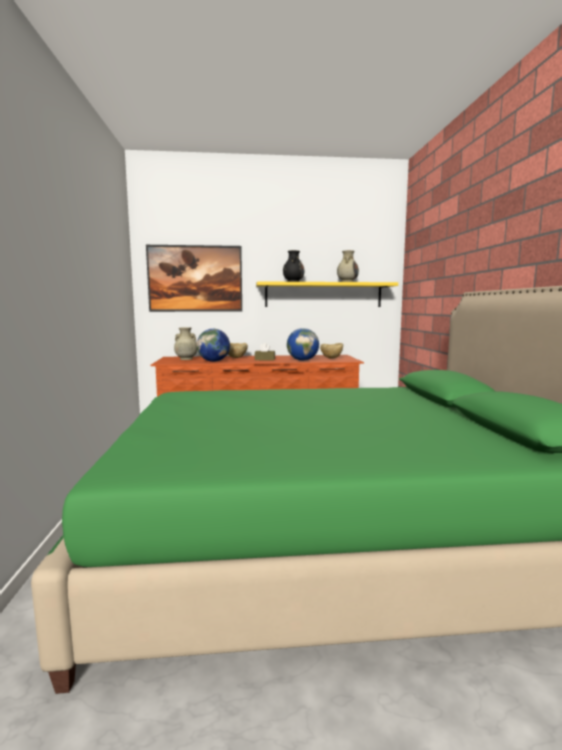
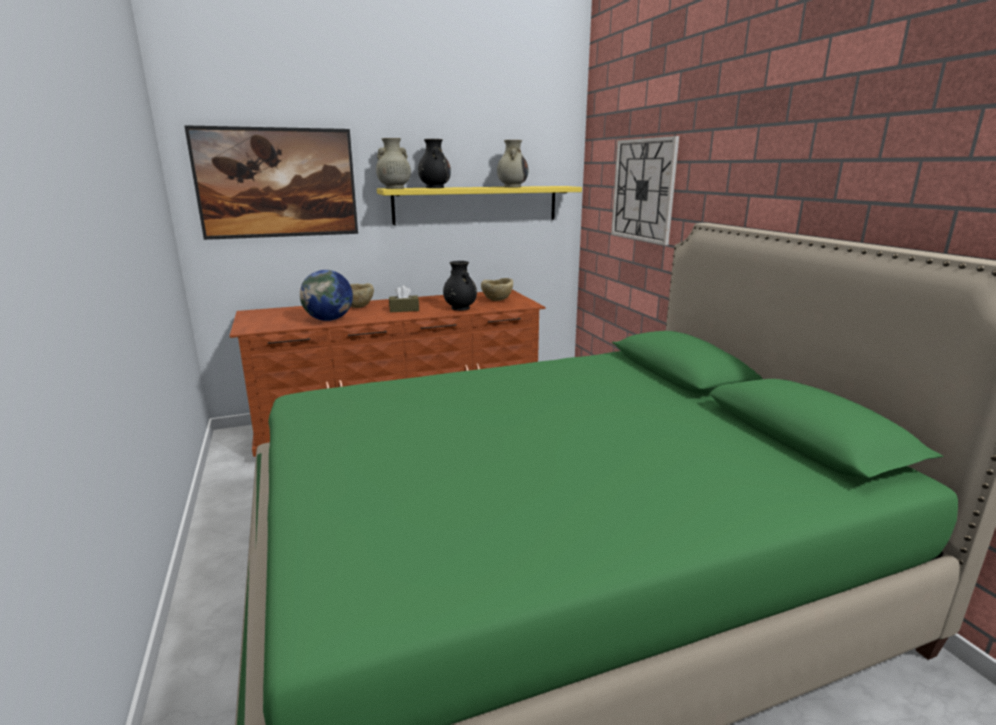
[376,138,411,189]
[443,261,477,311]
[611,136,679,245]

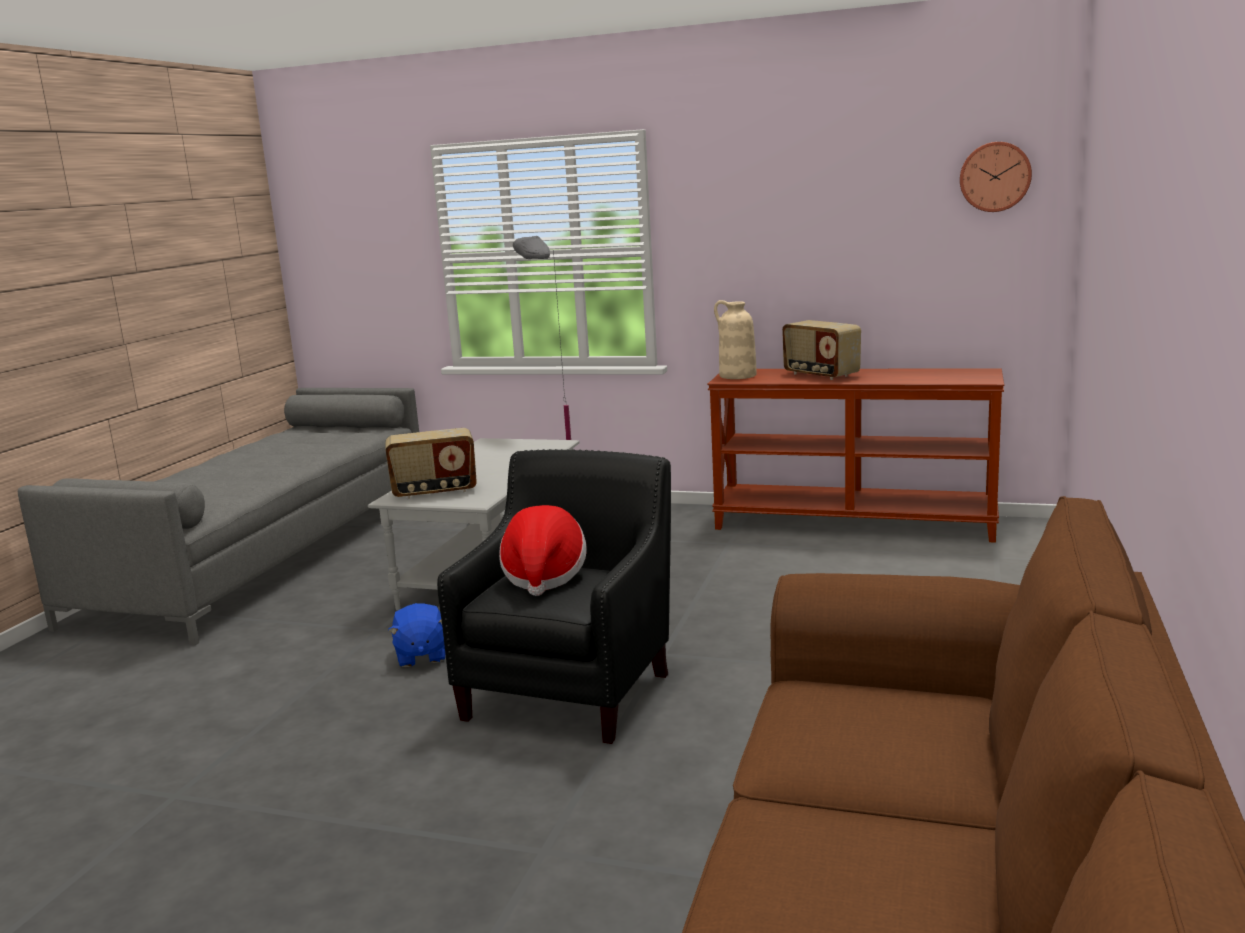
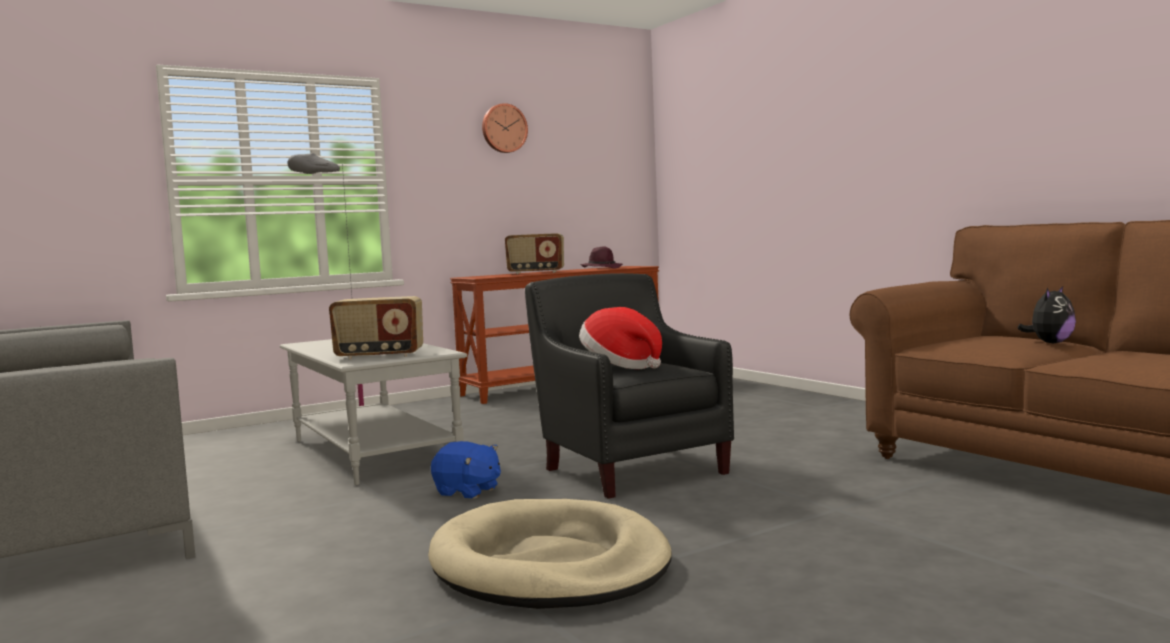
[329,296,423,360]
[714,300,757,379] (first image)
[482,103,528,153]
[428,499,672,609]
[580,246,623,269]
[1017,286,1076,343]

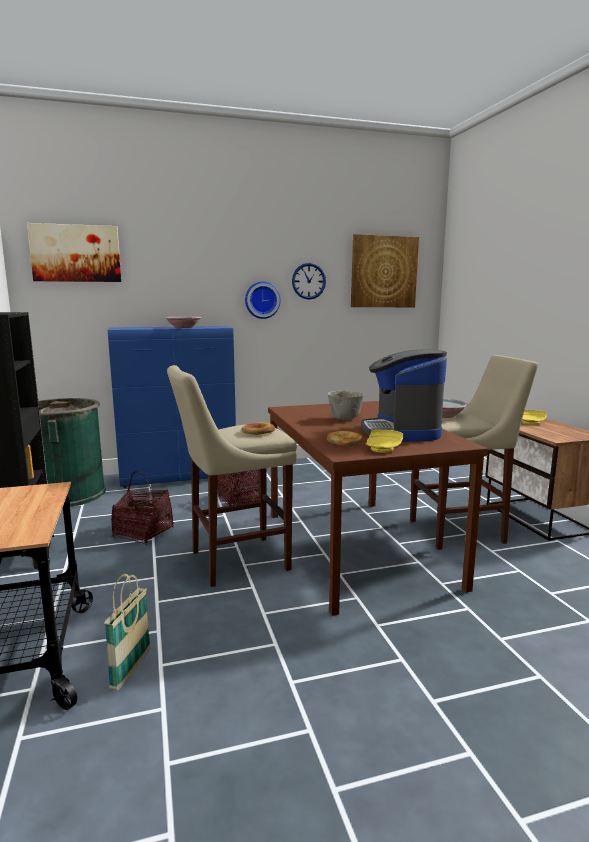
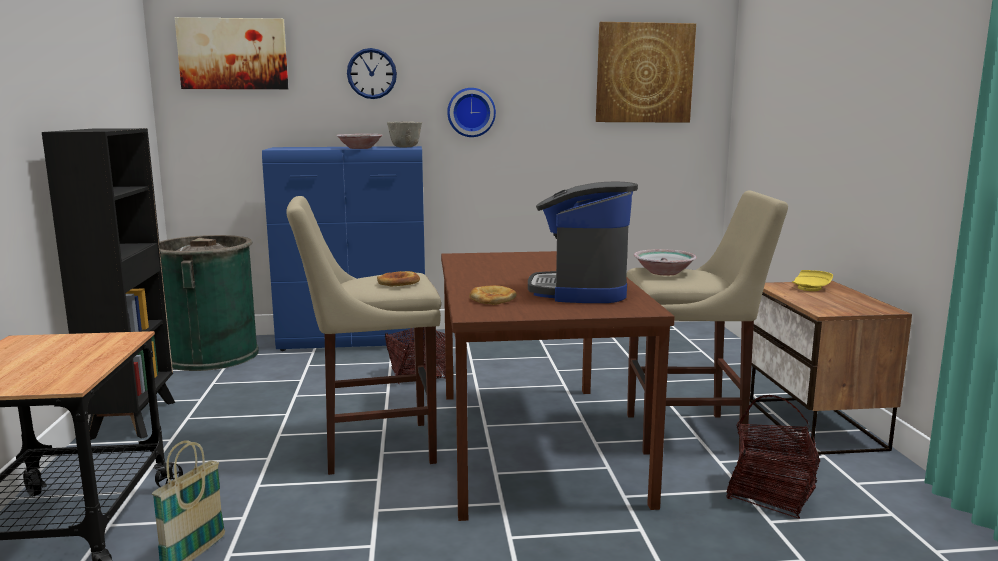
[726,395,820,519]
[347,48,397,99]
[387,121,422,148]
[366,430,403,453] (first image)

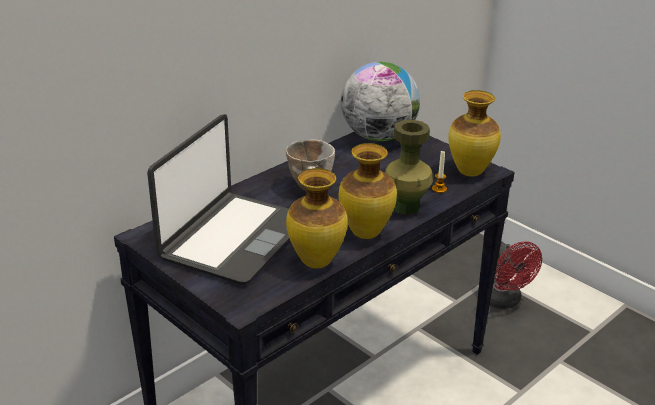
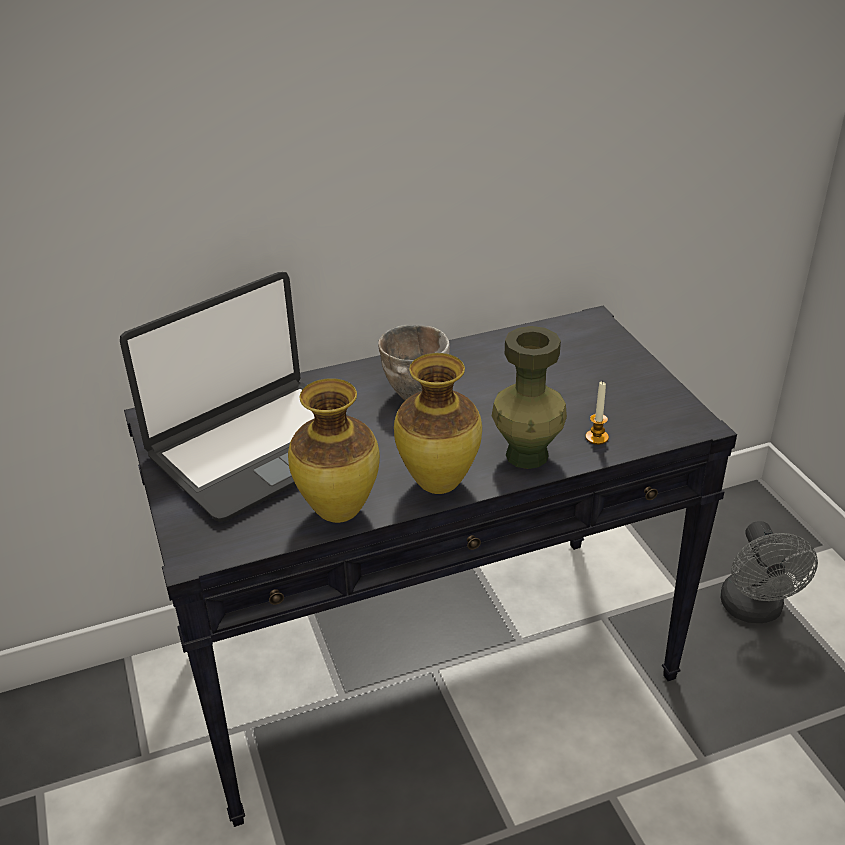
[341,62,420,141] (first image)
[448,90,501,177] (first image)
[720,521,818,623]

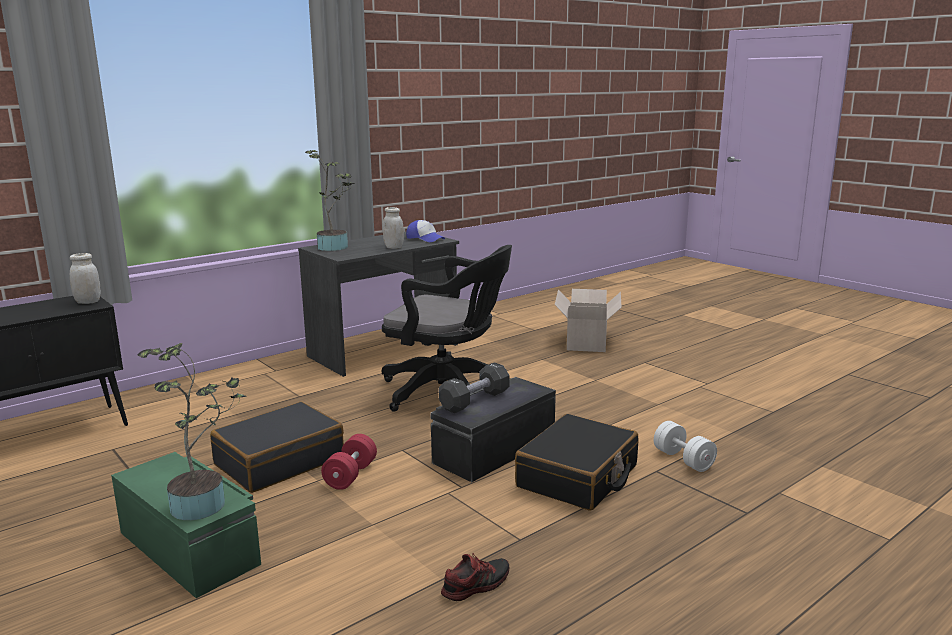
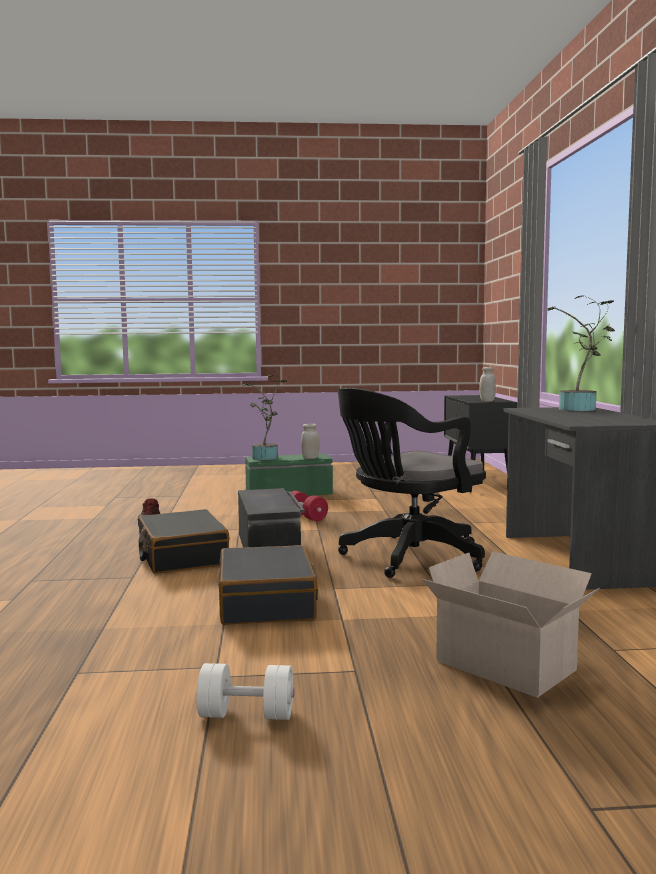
[218,545,318,625]
[301,424,320,459]
[406,220,445,242] (first image)
[439,362,510,413] (first image)
[196,663,294,720]

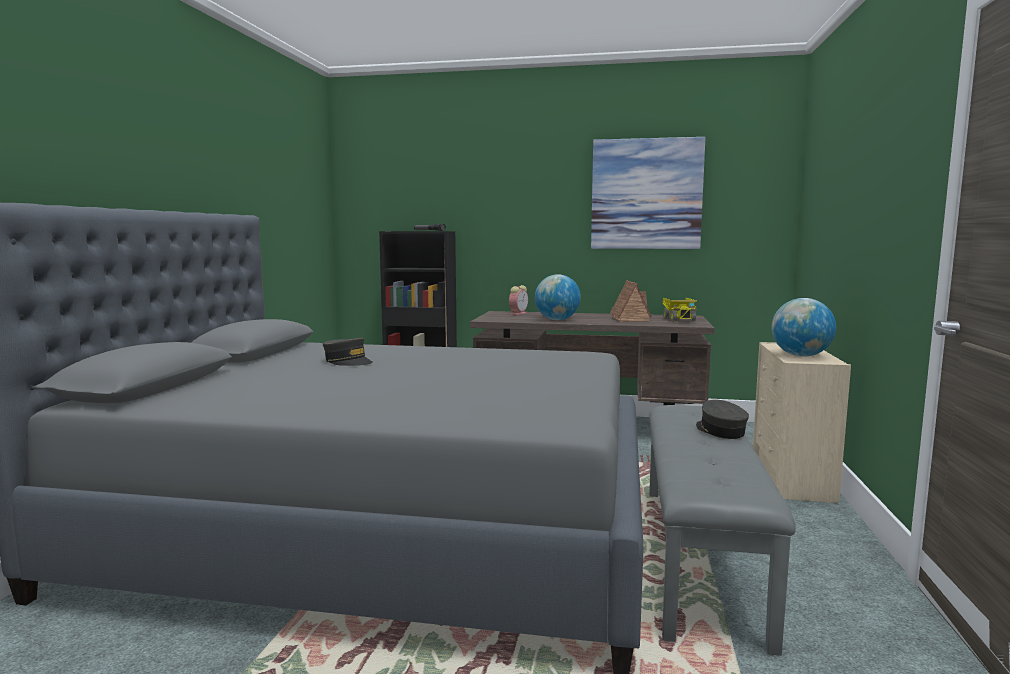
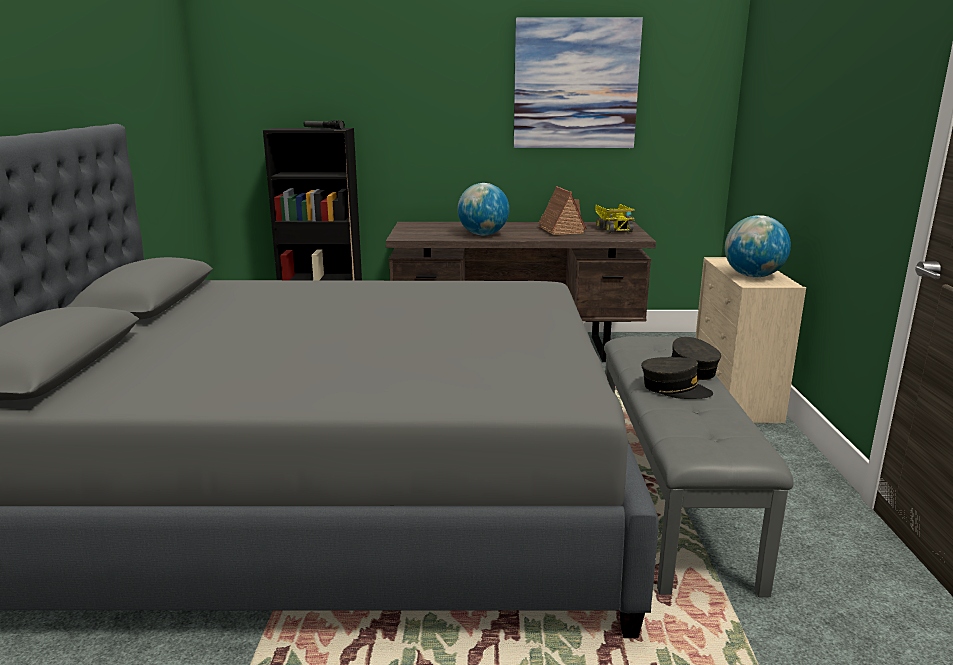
[641,357,713,399]
[509,285,528,315] (first image)

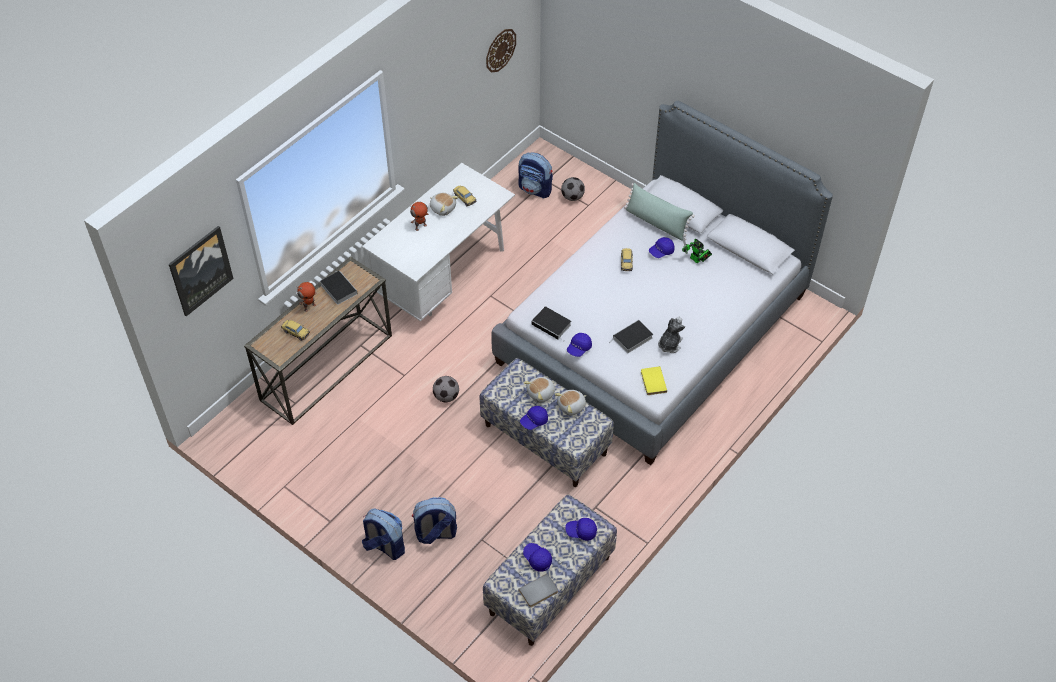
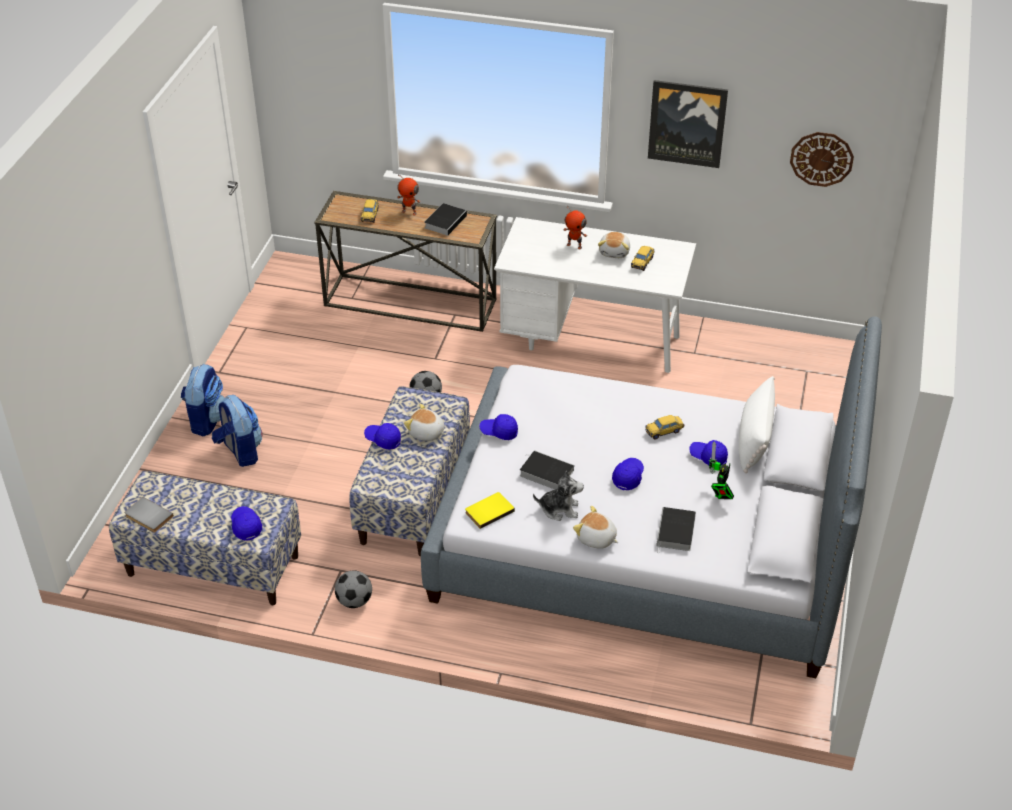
[648,80,728,168]
[518,152,553,198] (first image)
[612,458,644,490]
[656,507,696,553]
[573,506,619,549]
[335,570,372,608]
[739,376,775,473]

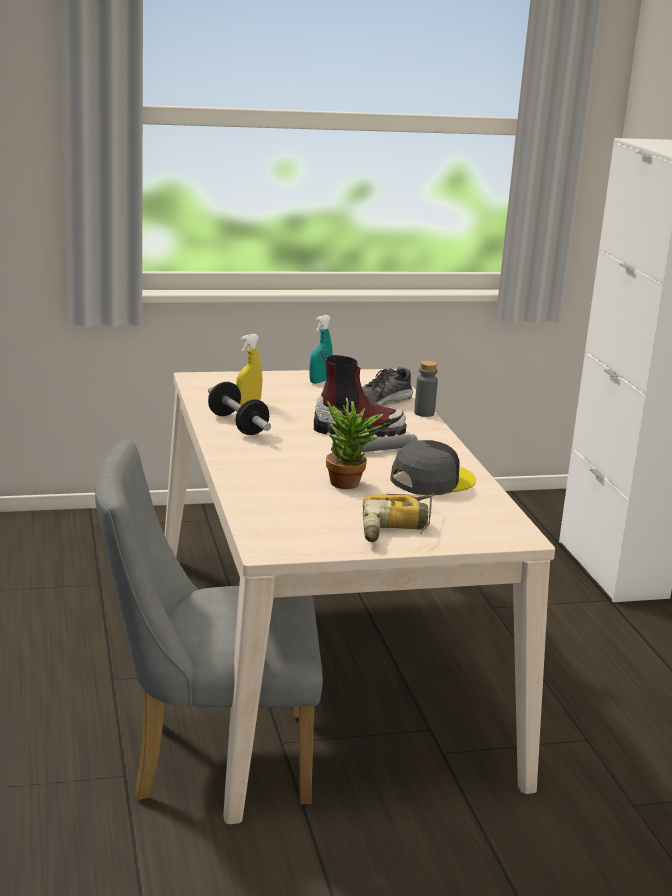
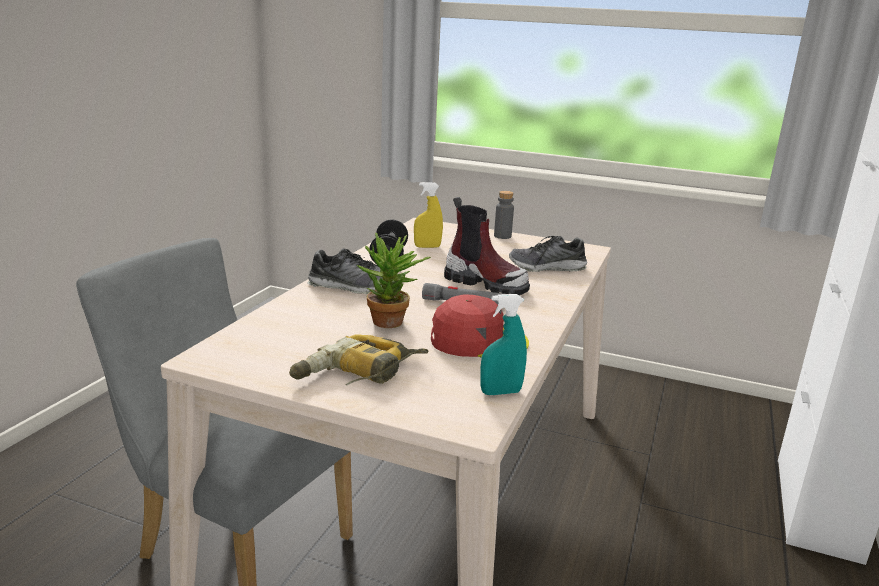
[480,294,527,395]
[431,295,529,358]
[494,191,514,239]
[308,248,383,294]

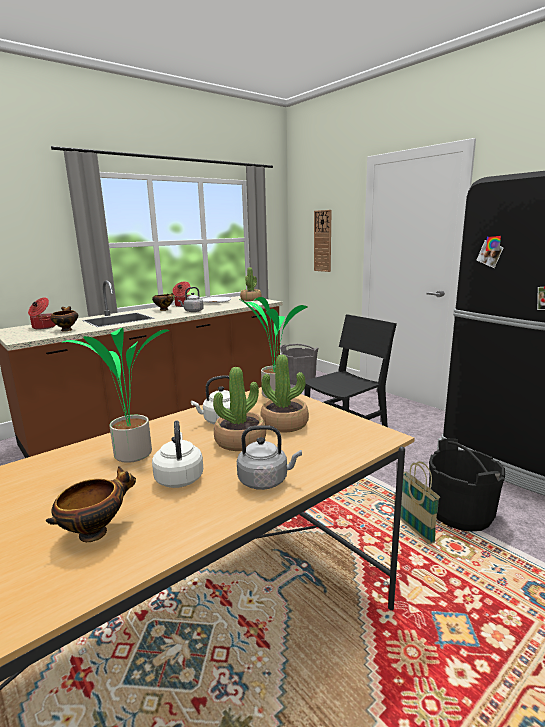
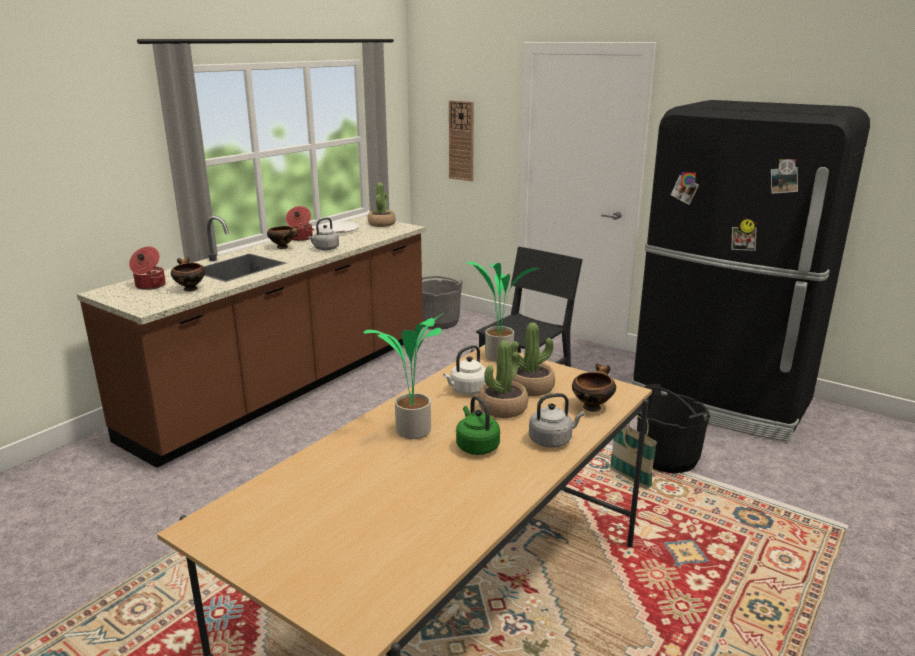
[572,363,616,412]
[456,396,500,455]

